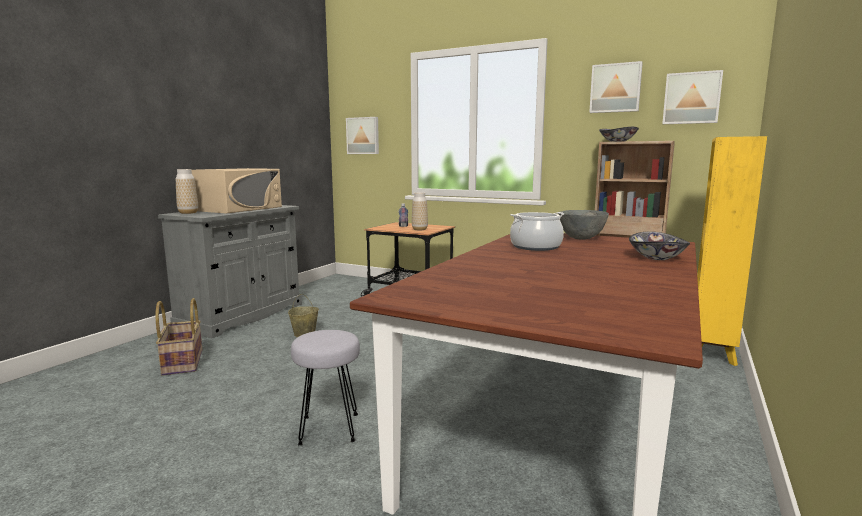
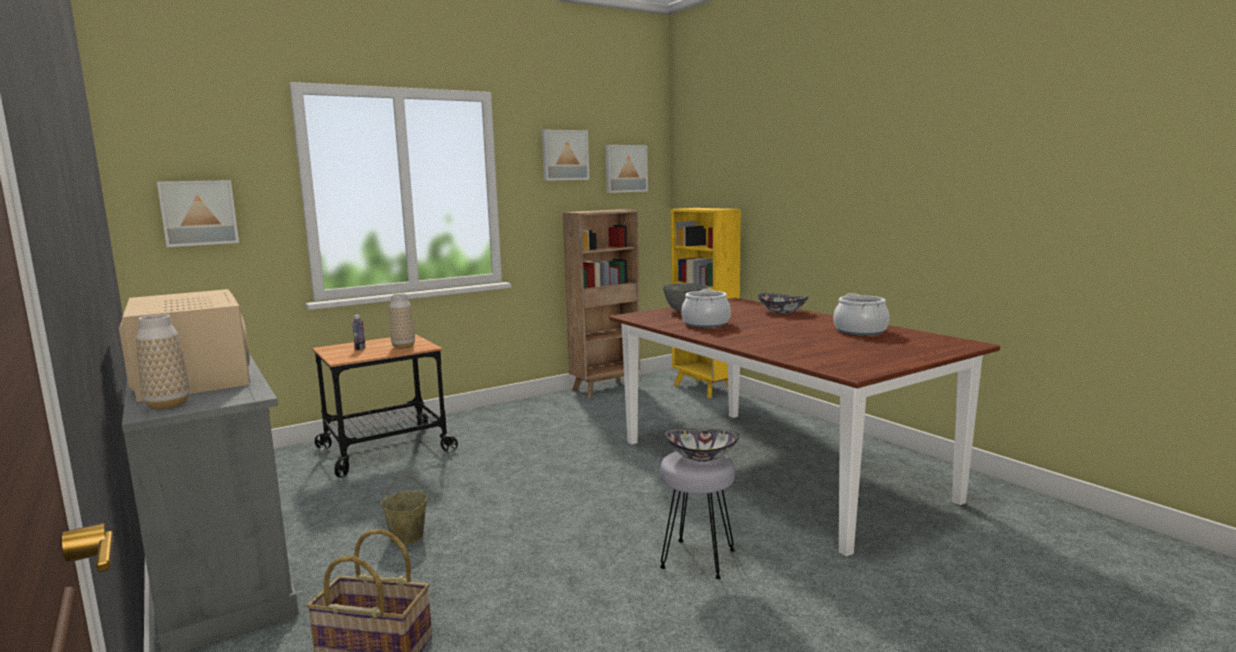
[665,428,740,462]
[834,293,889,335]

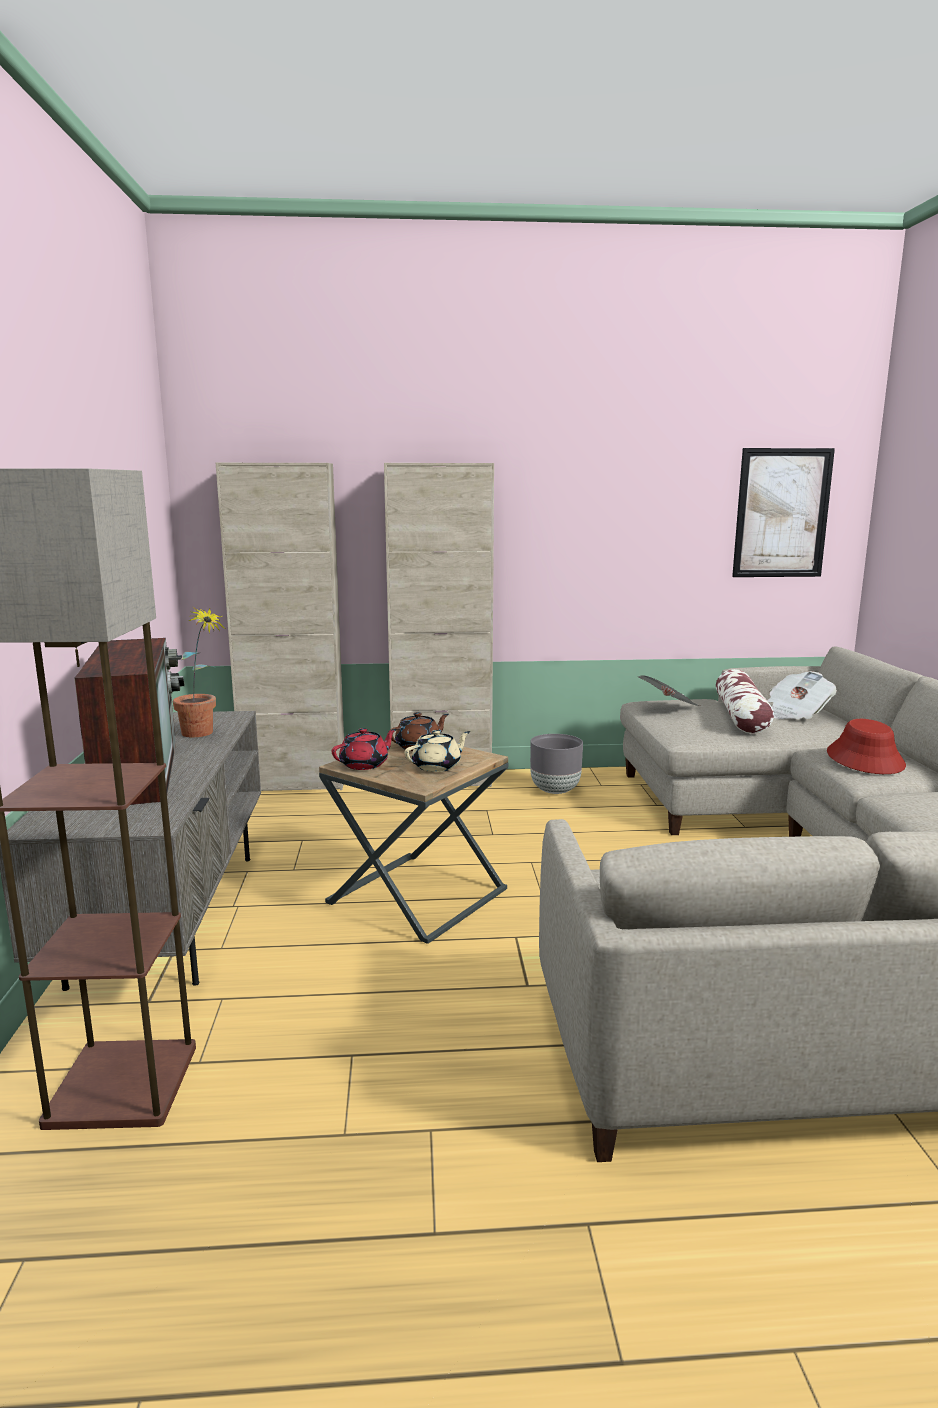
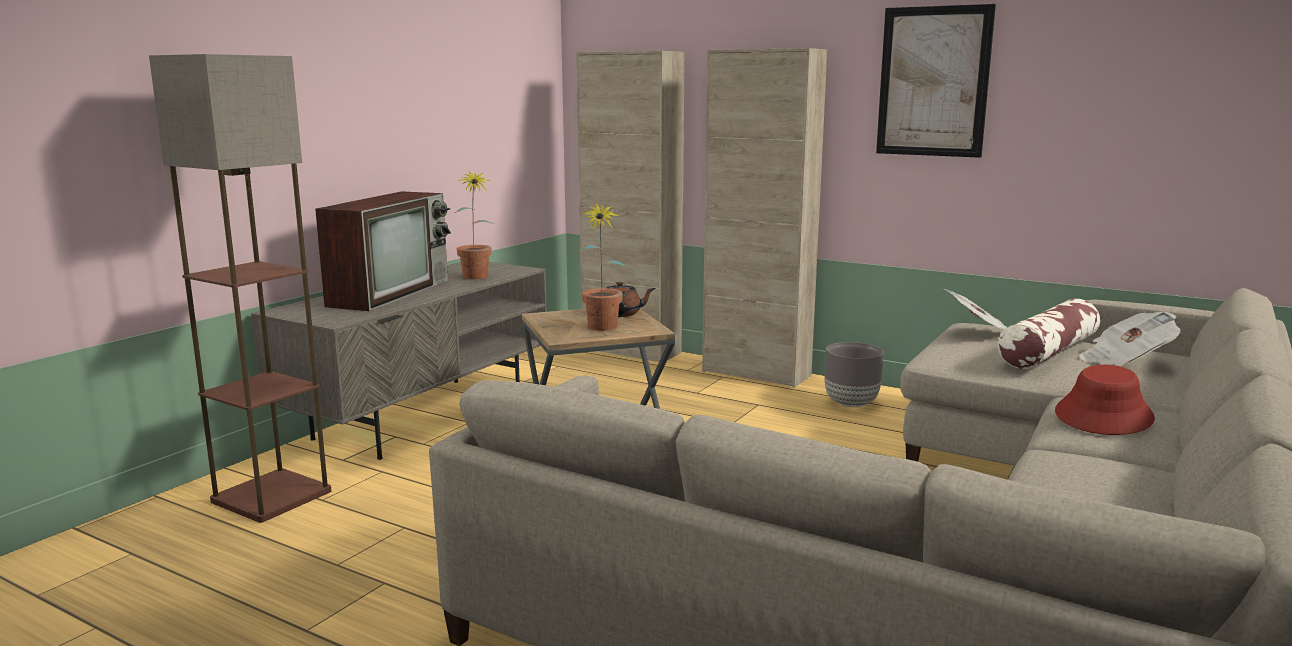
[332,728,397,770] (first image)
[577,202,627,331]
[876,4,996,158]

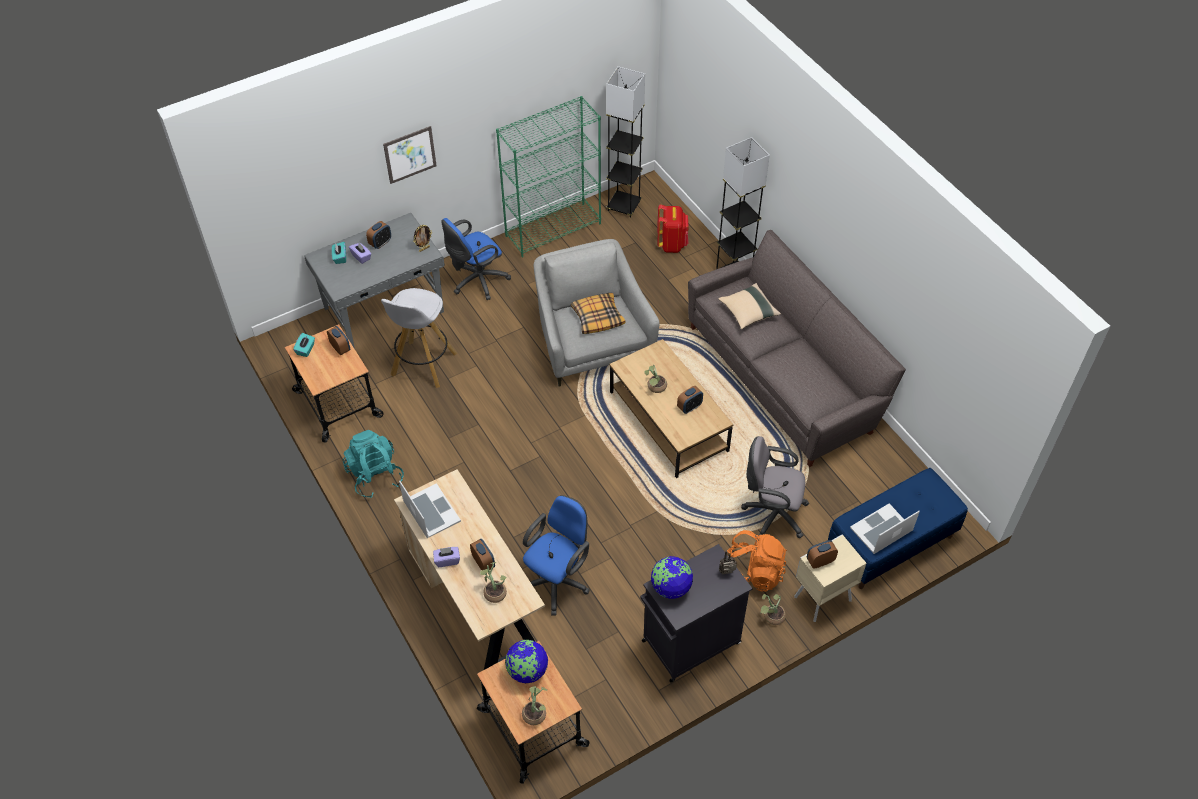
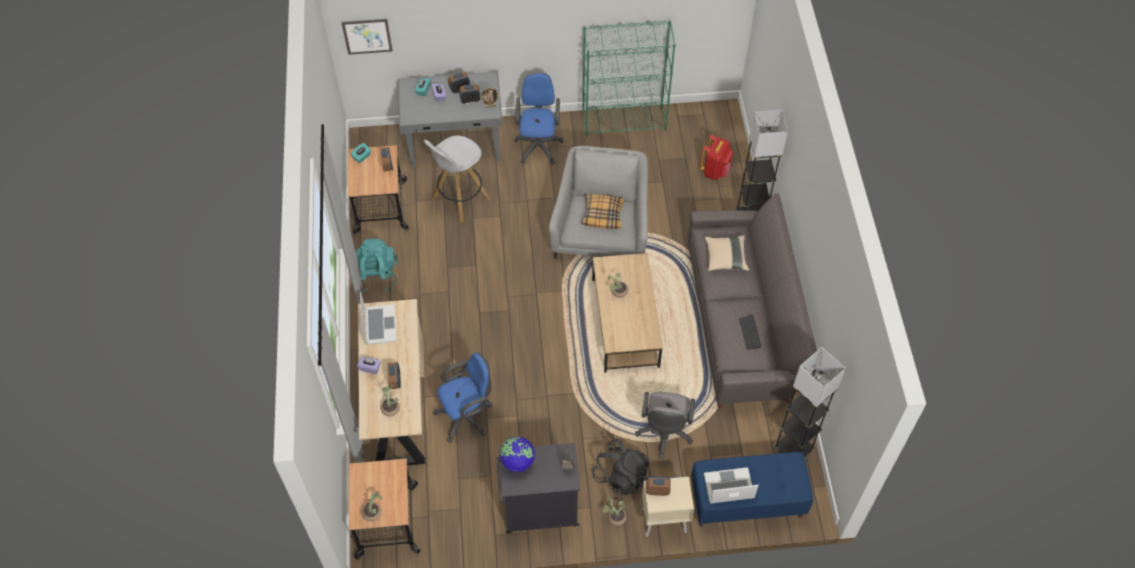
[341,19,393,55]
[514,73,564,165]
[505,640,548,683] (first image)
[773,347,846,458]
[459,84,480,104]
[592,439,649,495]
[635,392,695,458]
[739,315,762,350]

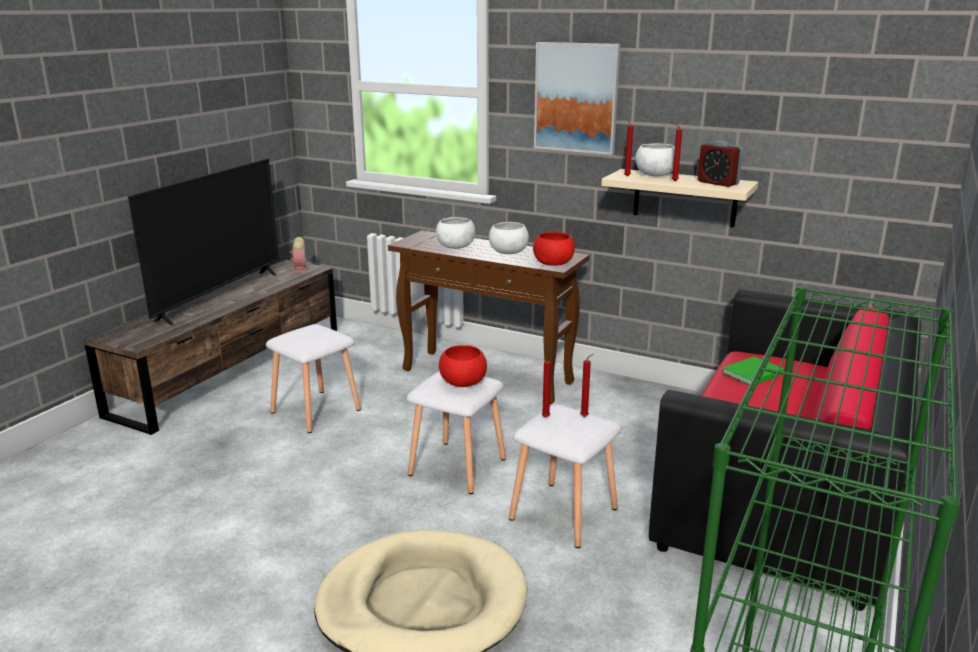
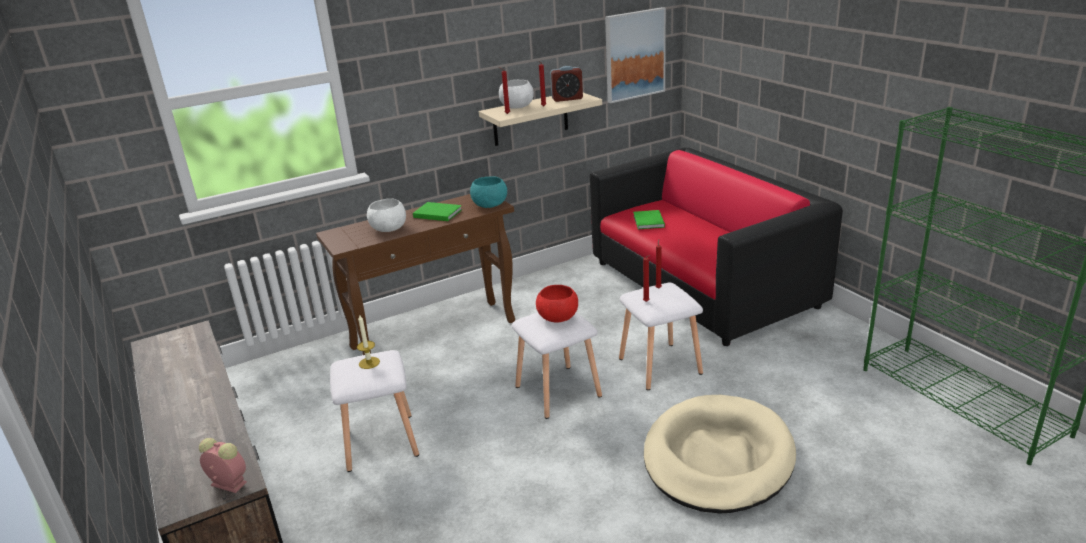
[128,159,279,325] (first image)
[199,438,247,493]
[413,202,462,221]
[470,176,507,208]
[605,7,666,103]
[357,315,380,369]

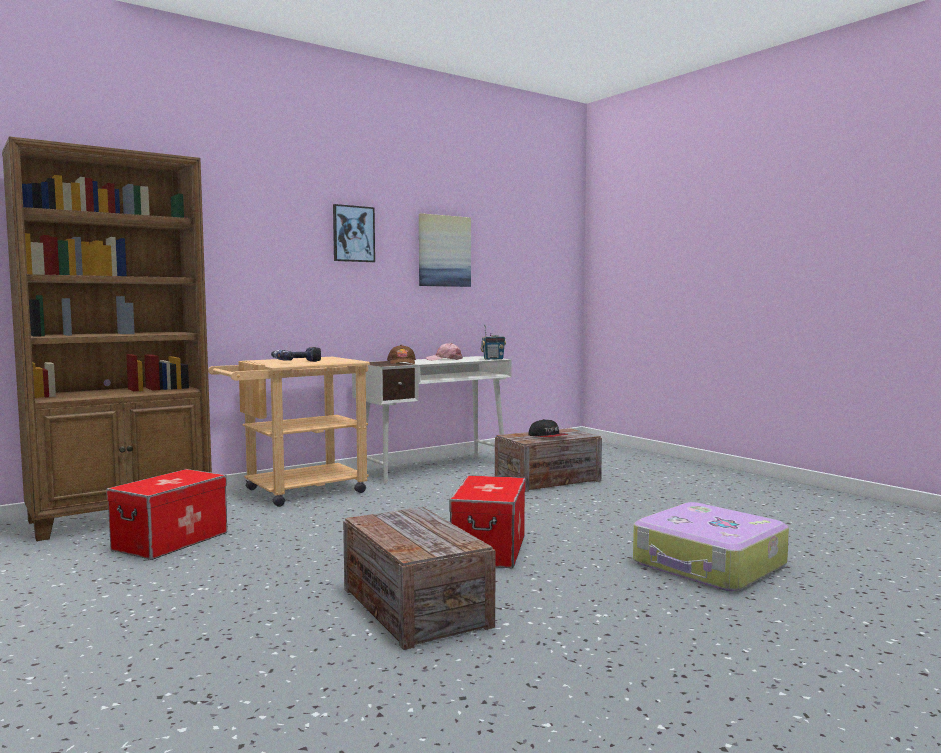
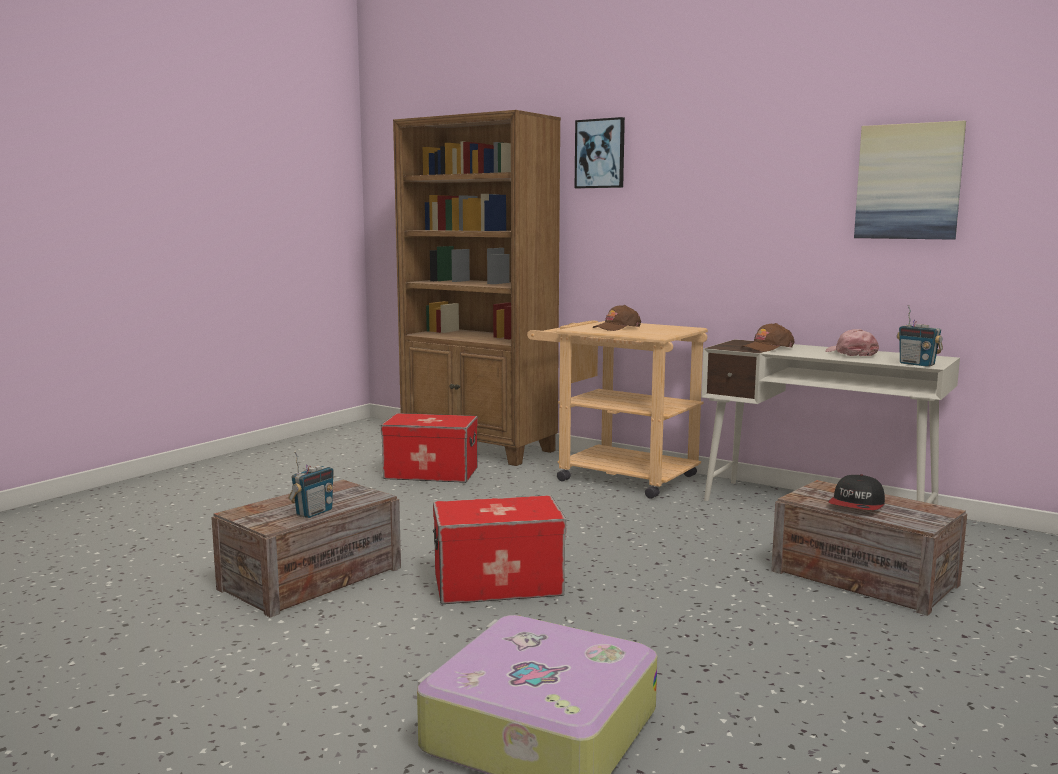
[592,305,641,331]
[575,117,625,188]
[288,451,334,518]

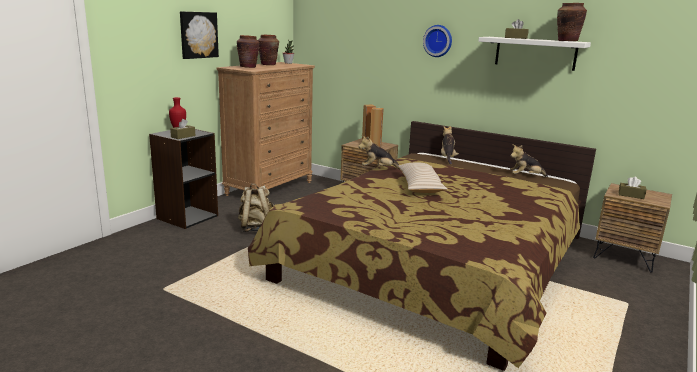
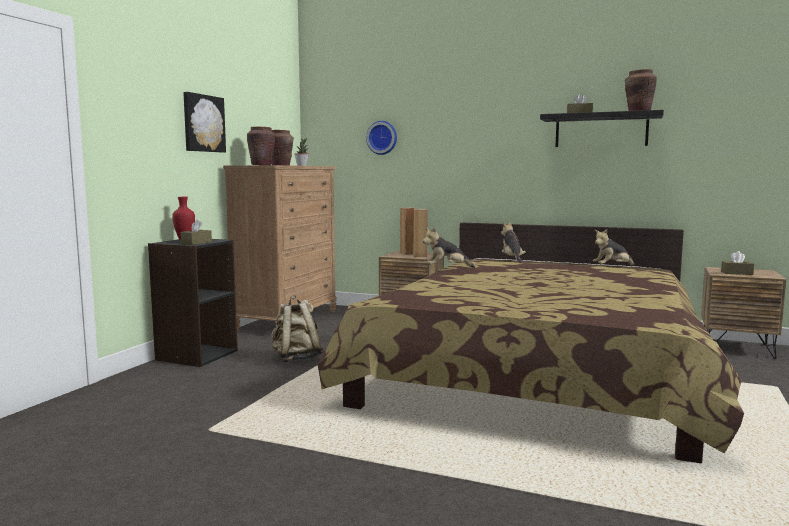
[397,162,448,193] (first image)
[366,121,397,155]
[540,110,664,147]

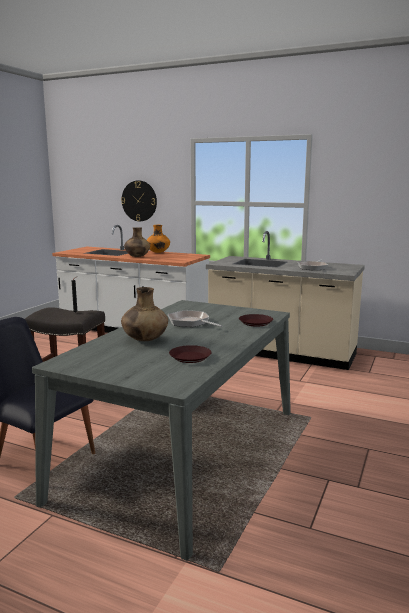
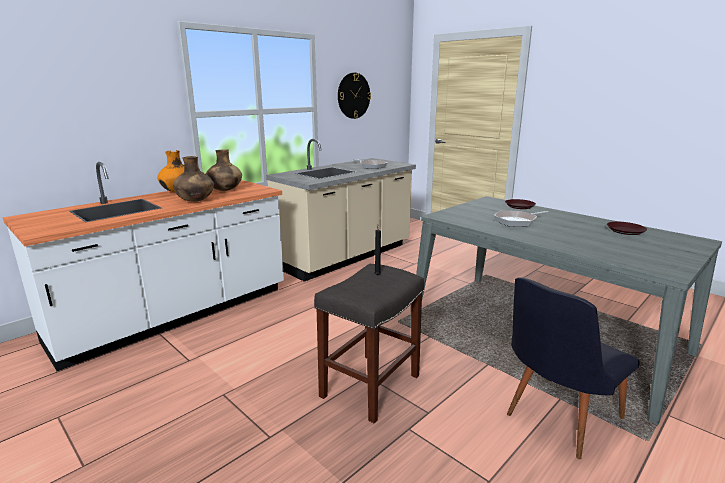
[338,73,371,119]
[206,149,242,191]

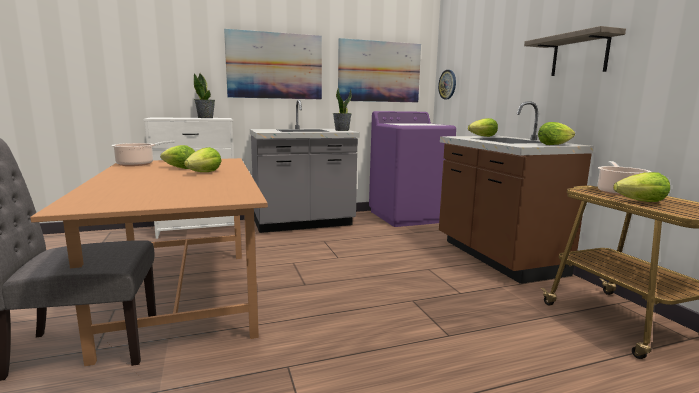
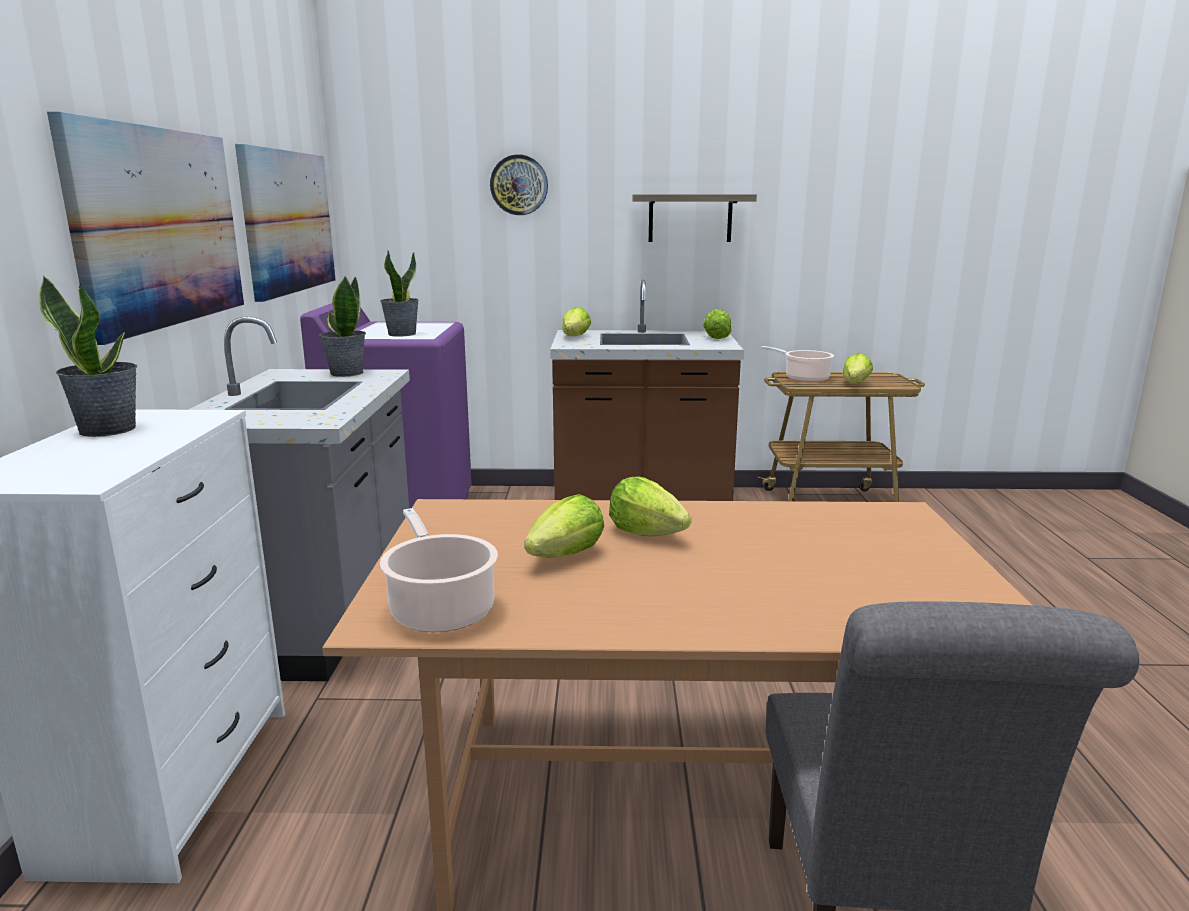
[490,154,548,215]
[380,251,419,337]

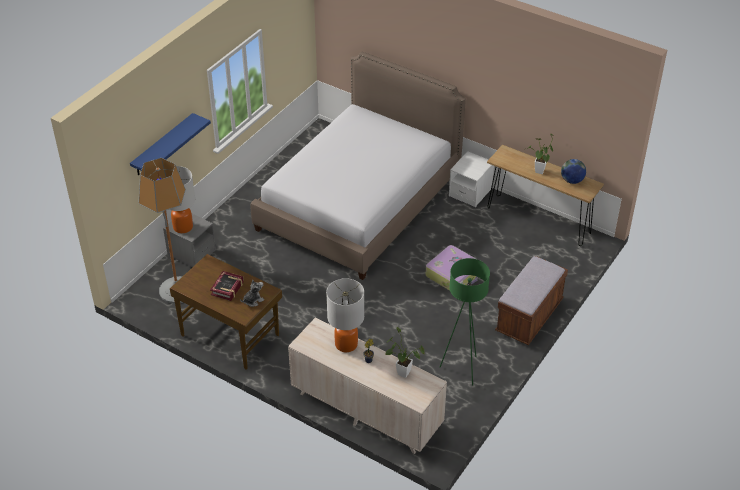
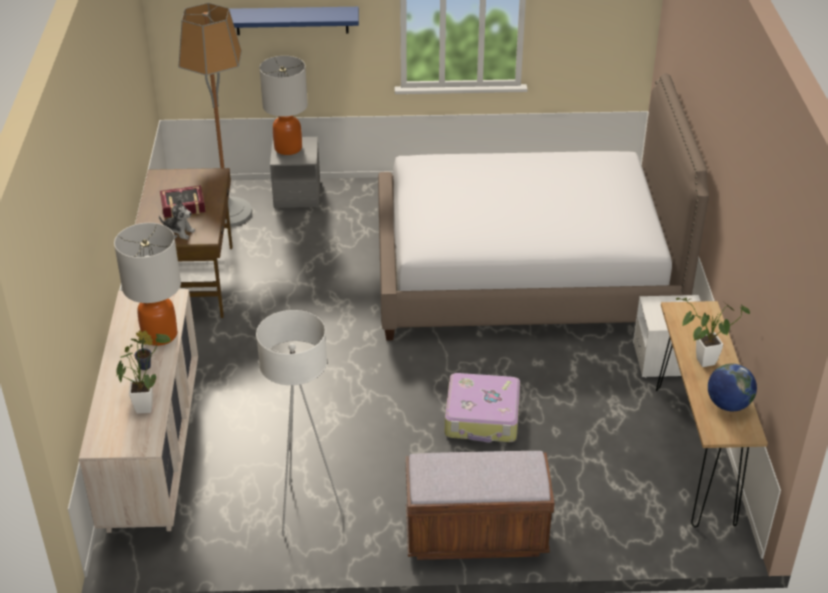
[256,310,343,535]

